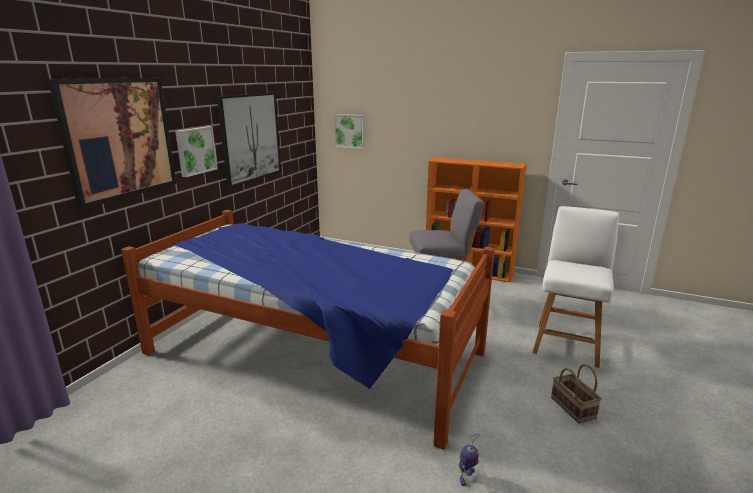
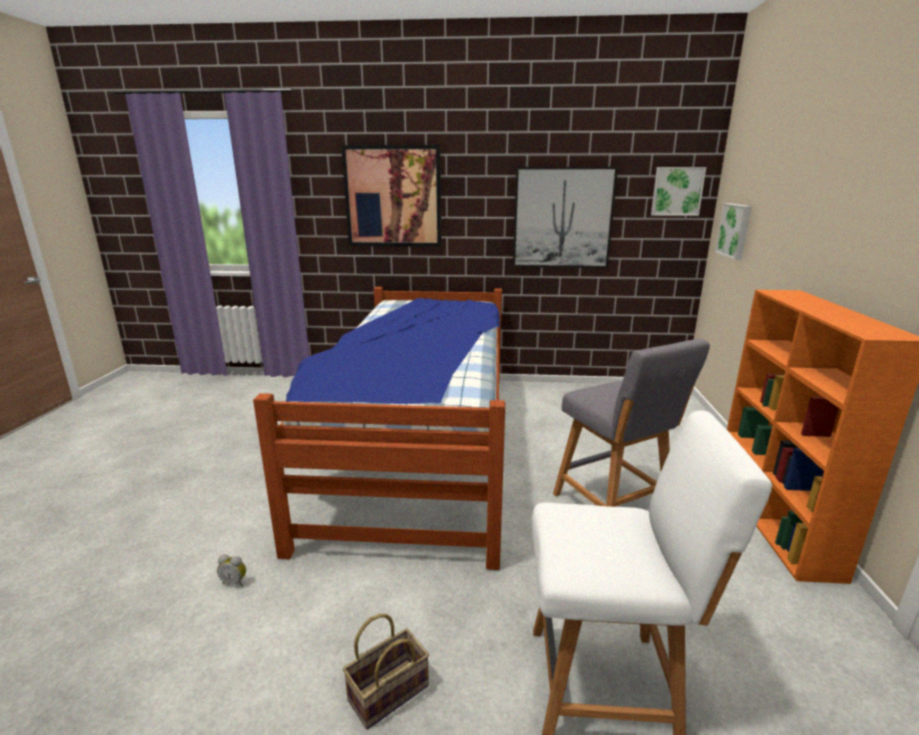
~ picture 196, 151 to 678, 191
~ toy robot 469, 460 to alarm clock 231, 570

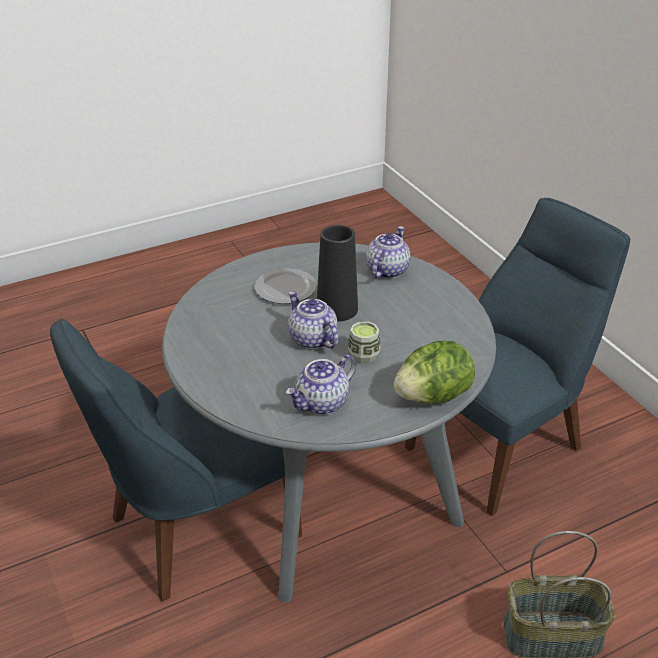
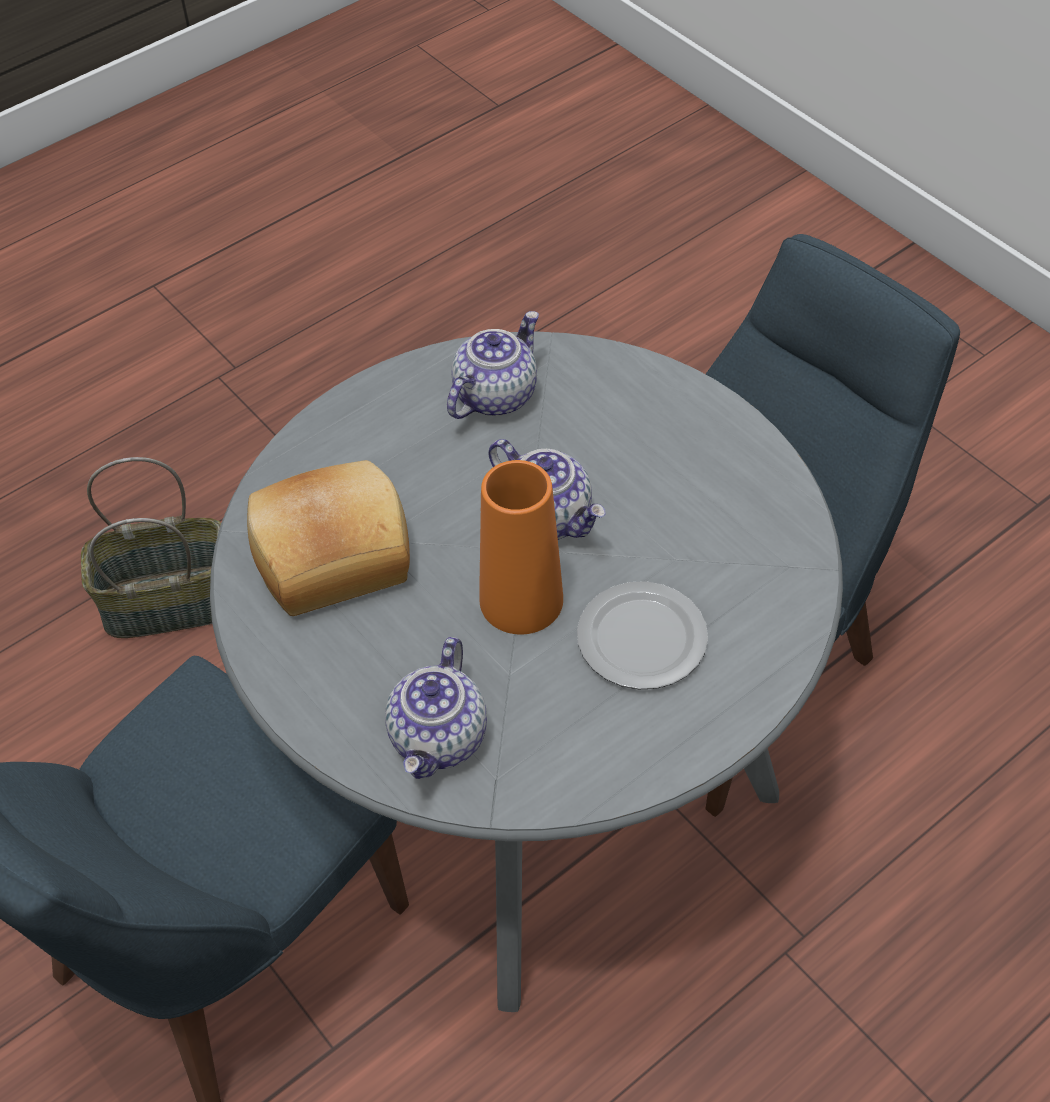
~ black vase 337, 273 to orange vase 521, 547
- cup 364, 342
- lettuce 434, 372
+ bread 328, 538

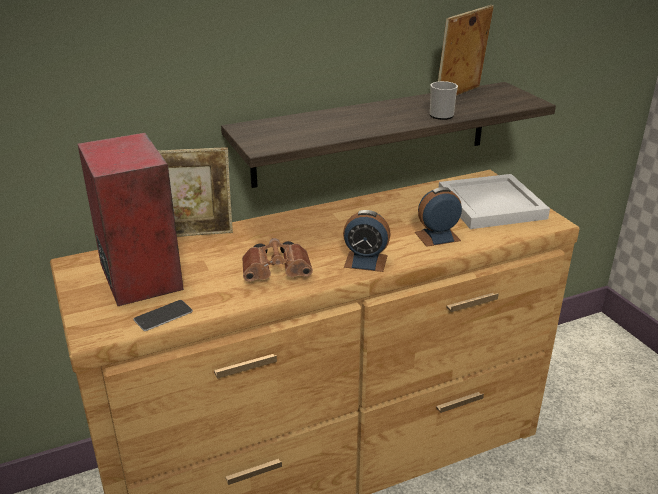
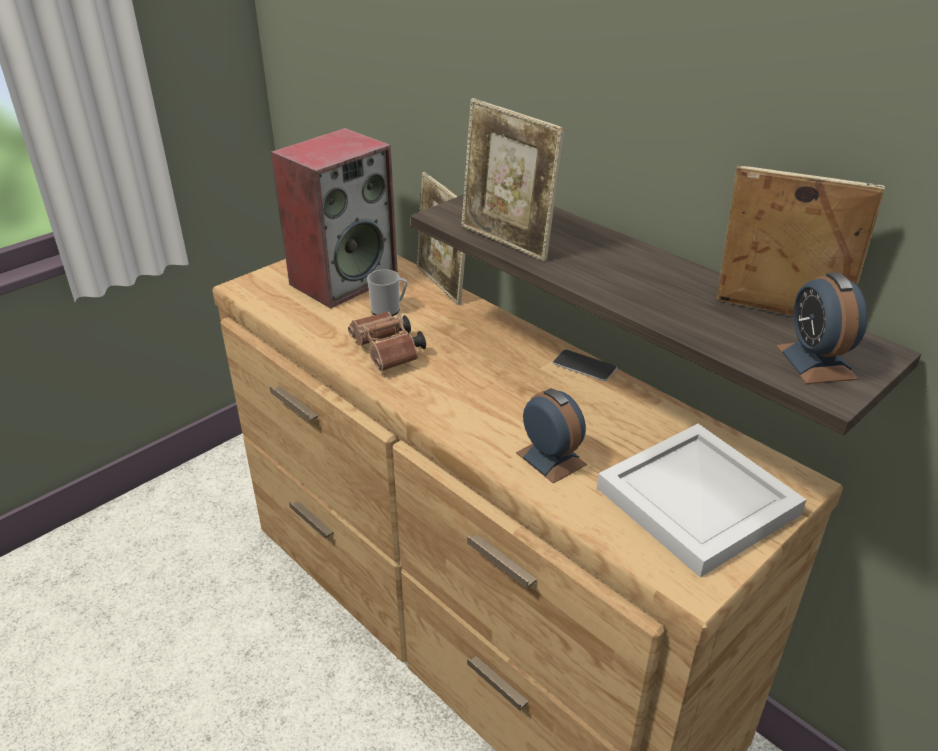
~ phone 163, 315 to 585, 365
~ alarm clock 367, 241 to 822, 328
~ mug 444, 100 to 387, 292
+ picture frame 513, 180

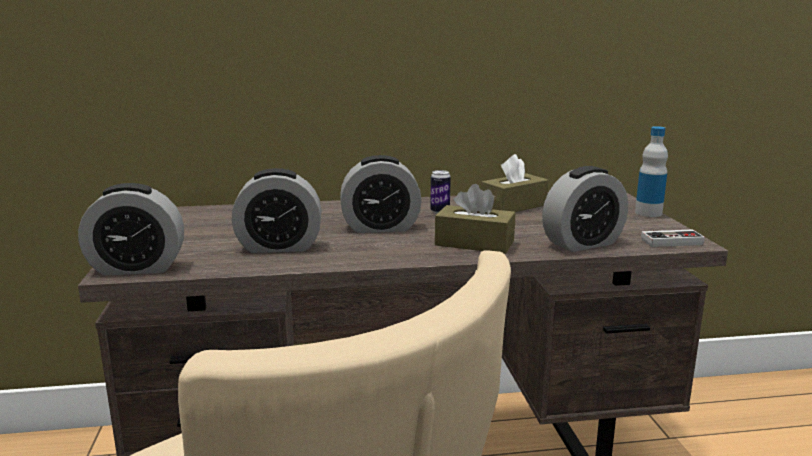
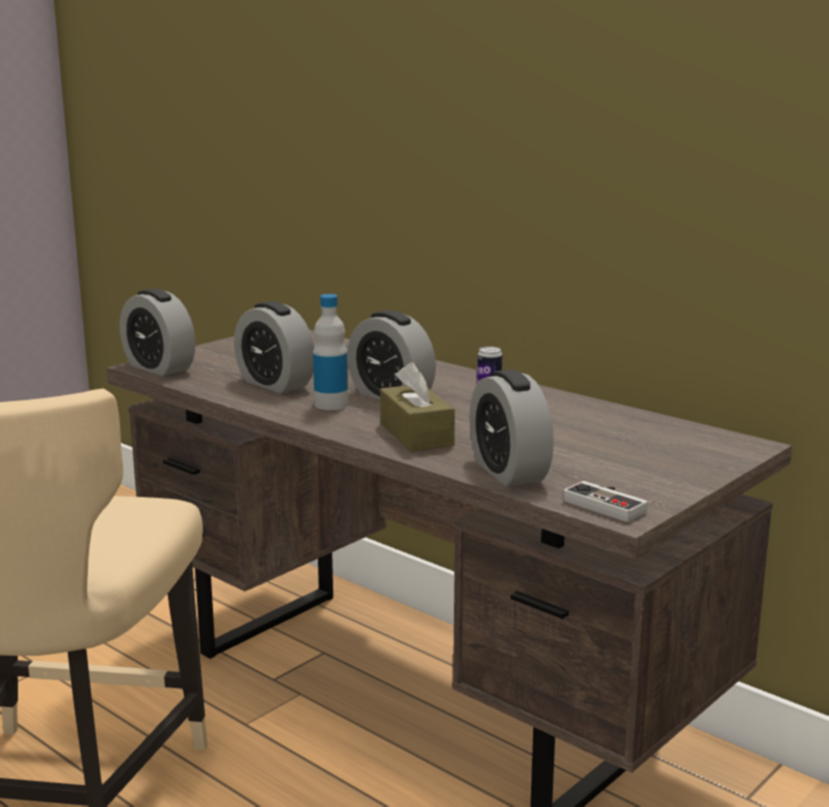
- brown tissue box 514, 183
~ alarm clock 585, 209 = 511, 427 45 degrees clockwise
~ bottle 651, 171 to 330, 352

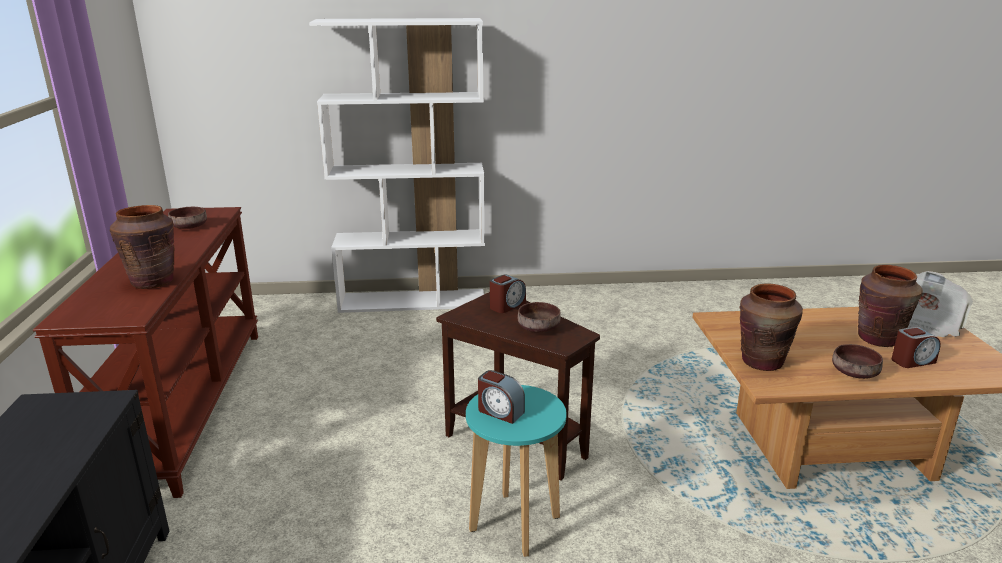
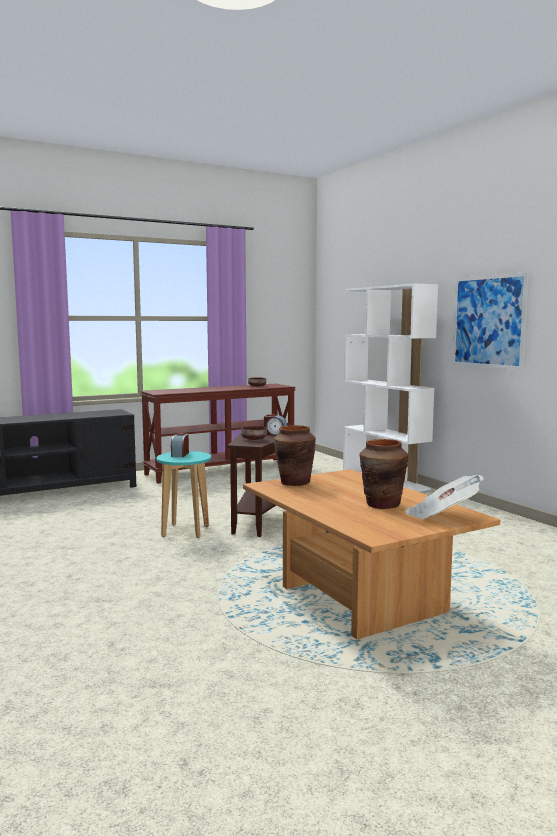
- brown vase 141, 247
- brown bowl 857, 361
- alarm clock 916, 347
+ picture 490, 321

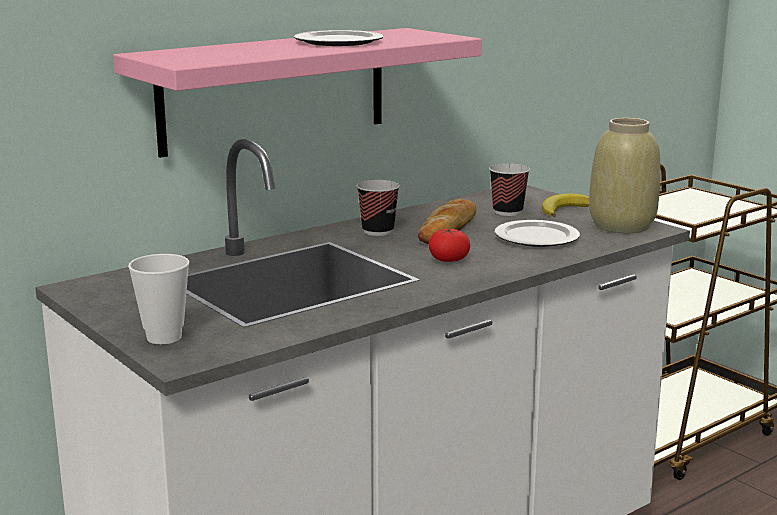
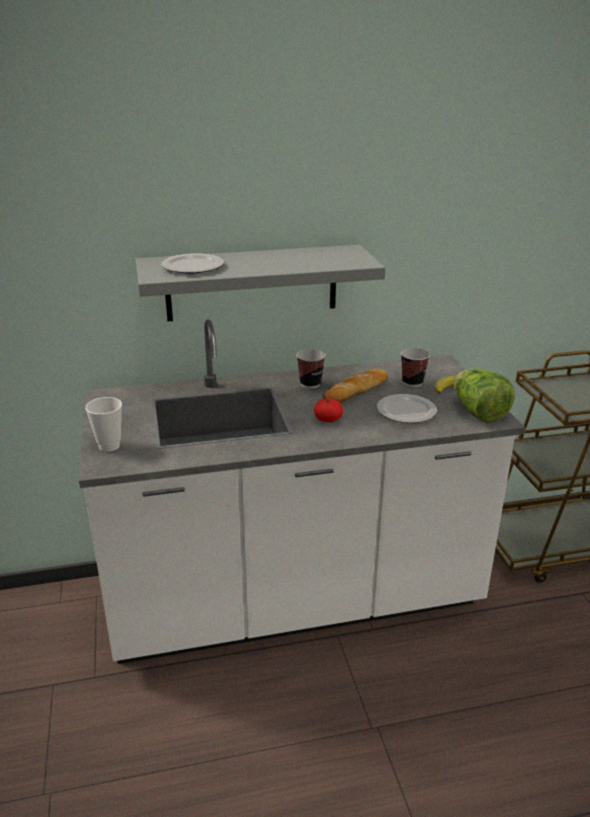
~ pink shelf 297, 93 to grey shelf 260, 283
~ plate 339, 38 to 192, 263
~ beige vase 625, 175 to lettuce 483, 396

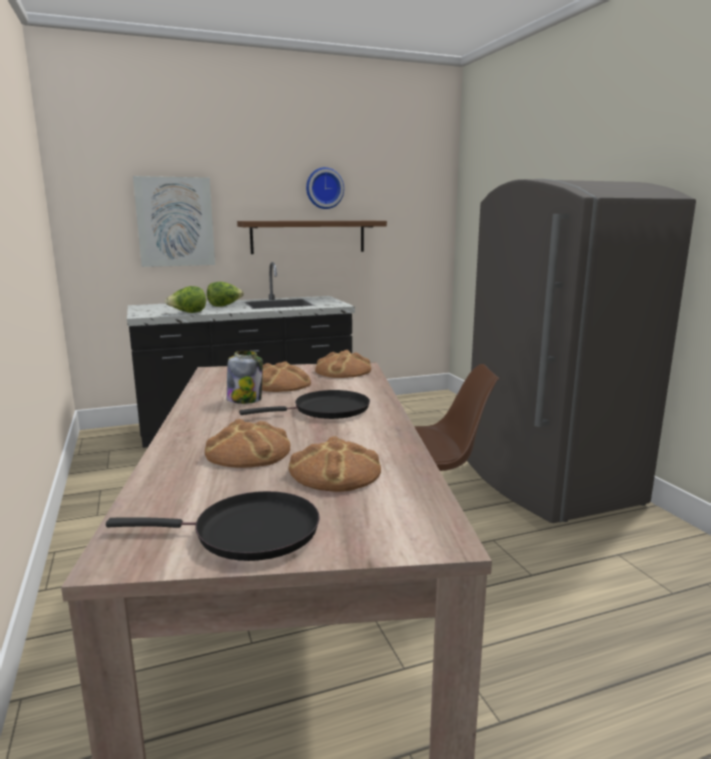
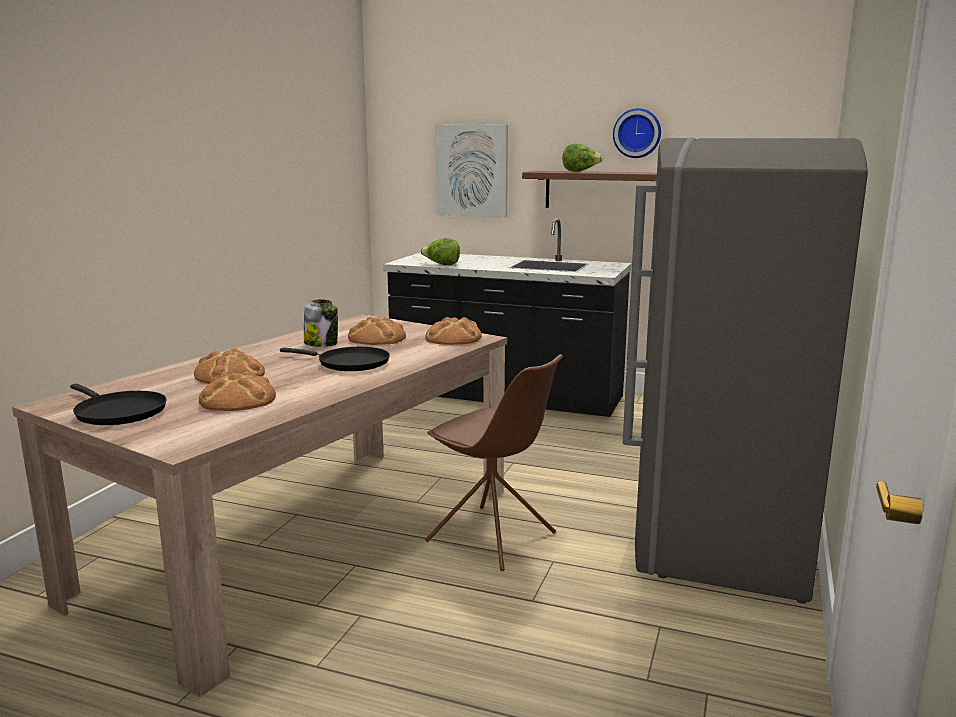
~ lettuce 225, 294 to 583, 158

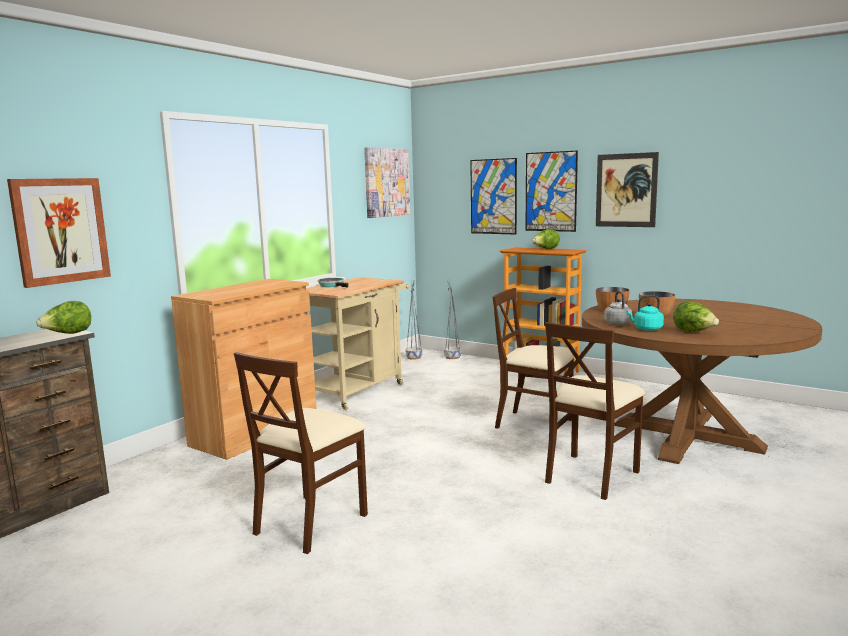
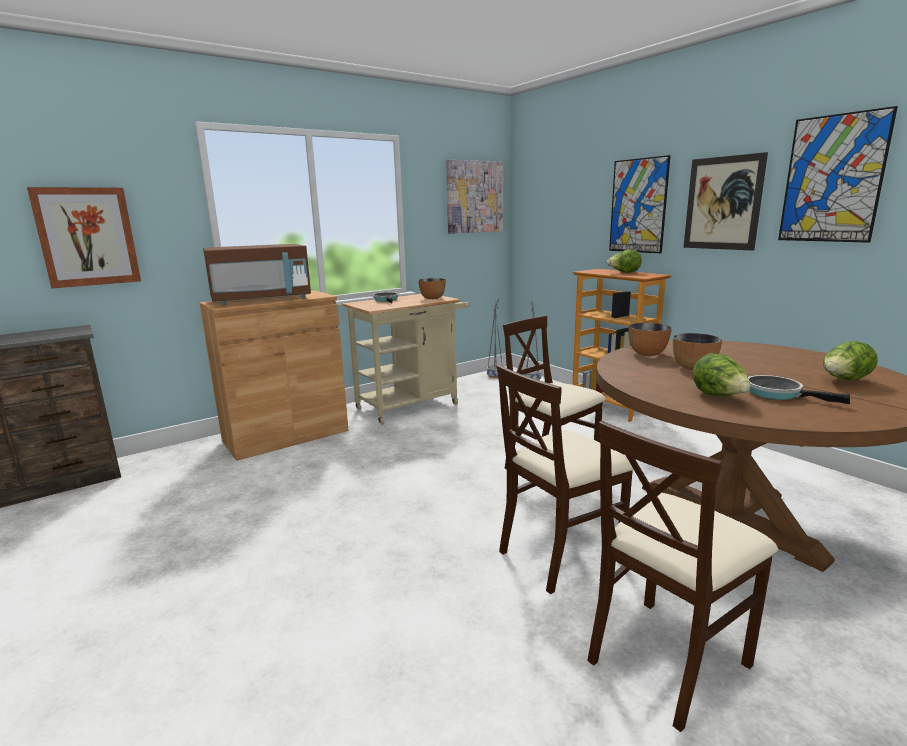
~ lettuce 63, 317 to 850, 360
~ beige chair 301, 453 to 682, 576
~ picture 493, 196 to 838, 174
- grey kettle 618, 308
- turquoise kettle 645, 313
+ brown microwave 257, 274
+ bowl 432, 289
+ frying pan 799, 389

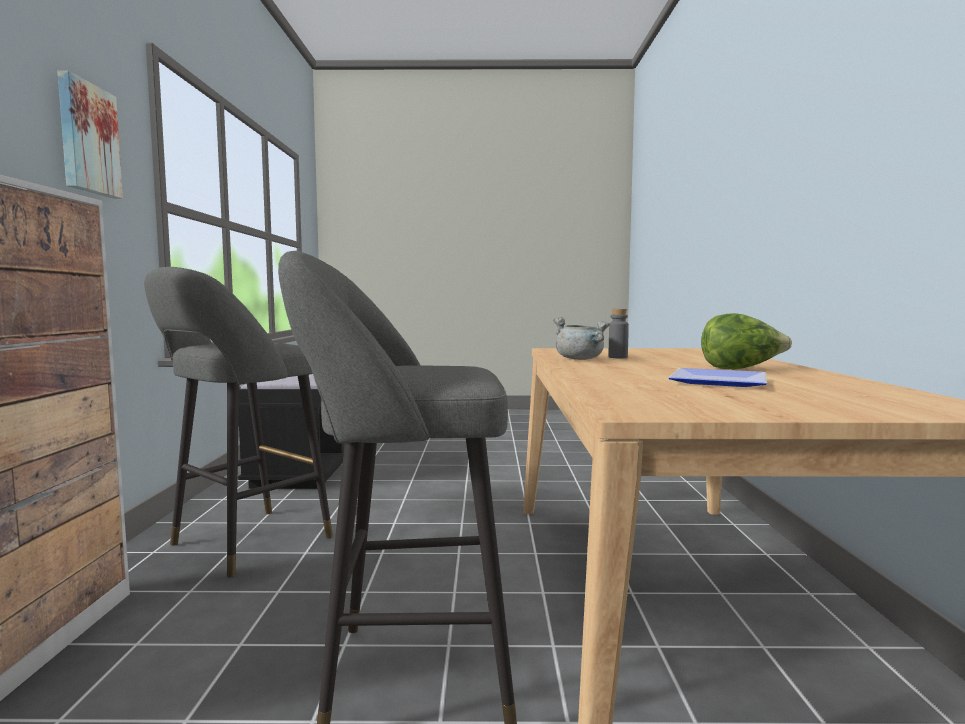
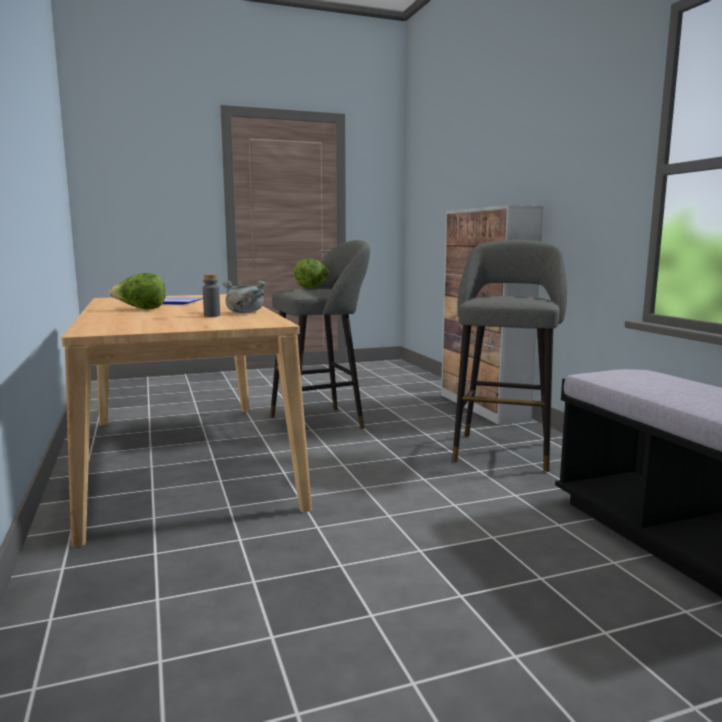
- picture 90, 135
+ lettuce 311, 273

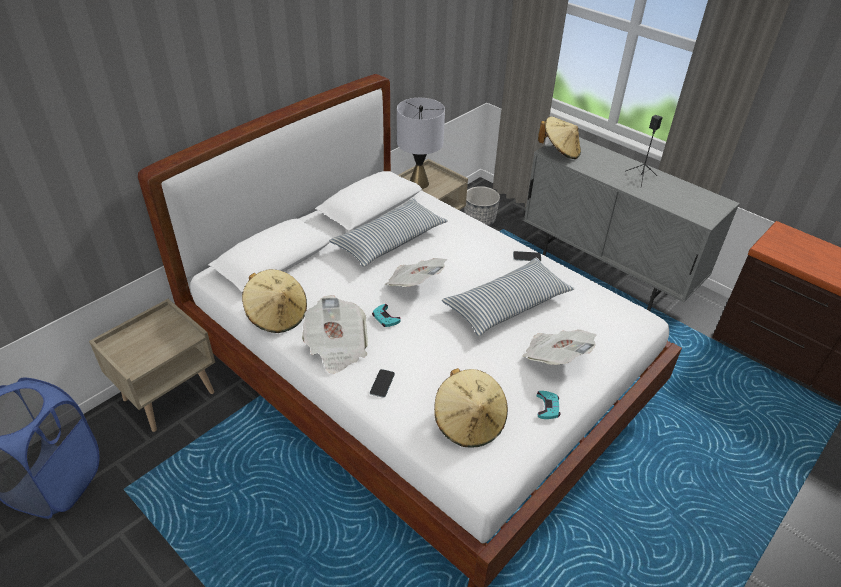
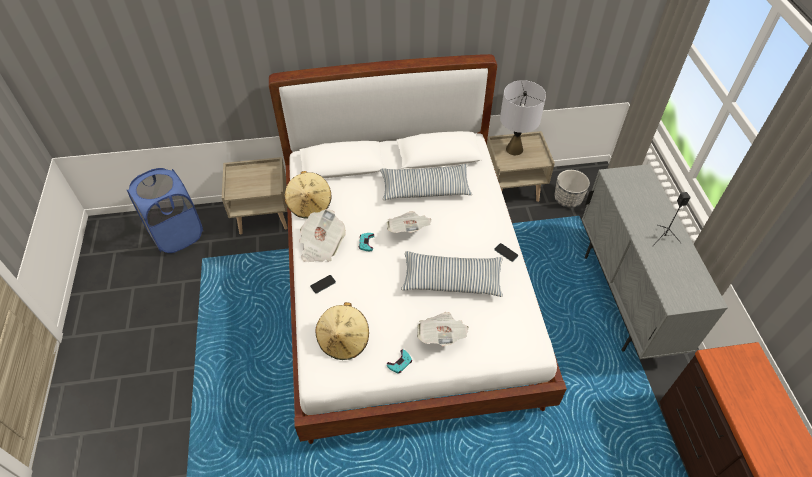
- beige hat 559, 138

